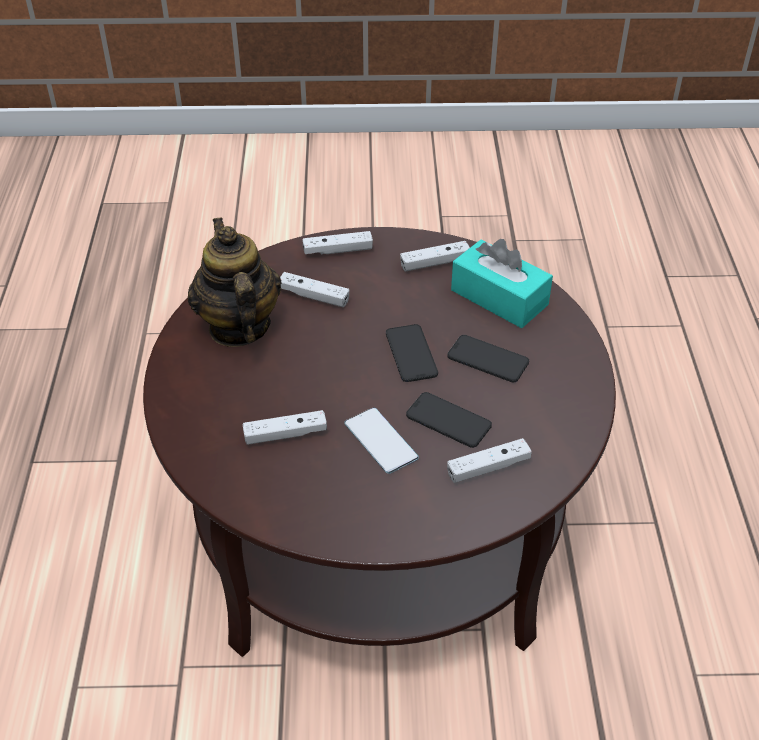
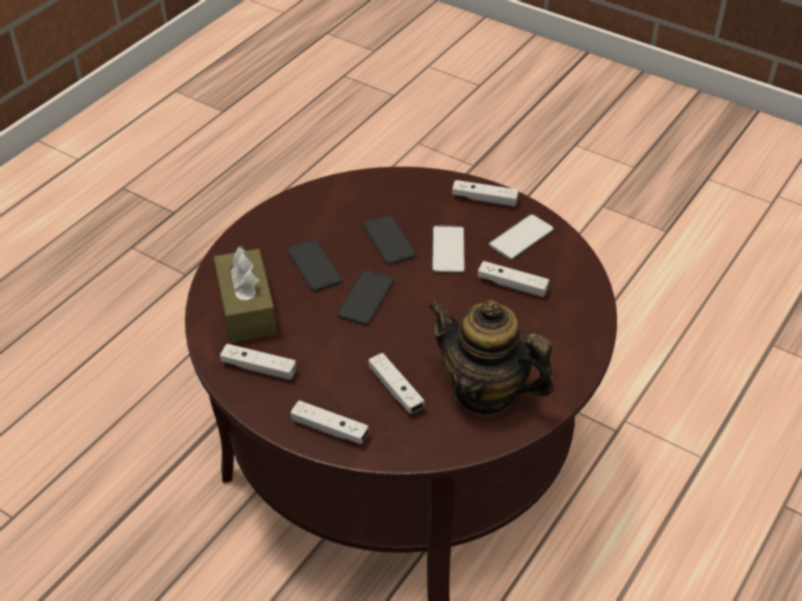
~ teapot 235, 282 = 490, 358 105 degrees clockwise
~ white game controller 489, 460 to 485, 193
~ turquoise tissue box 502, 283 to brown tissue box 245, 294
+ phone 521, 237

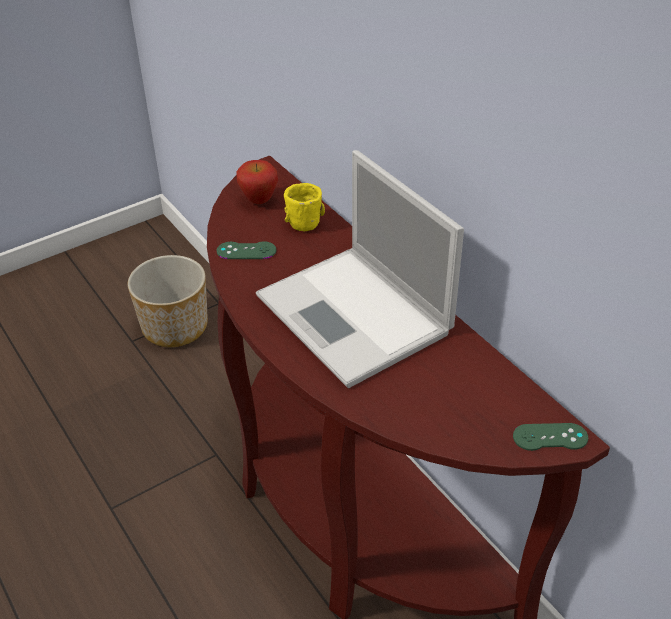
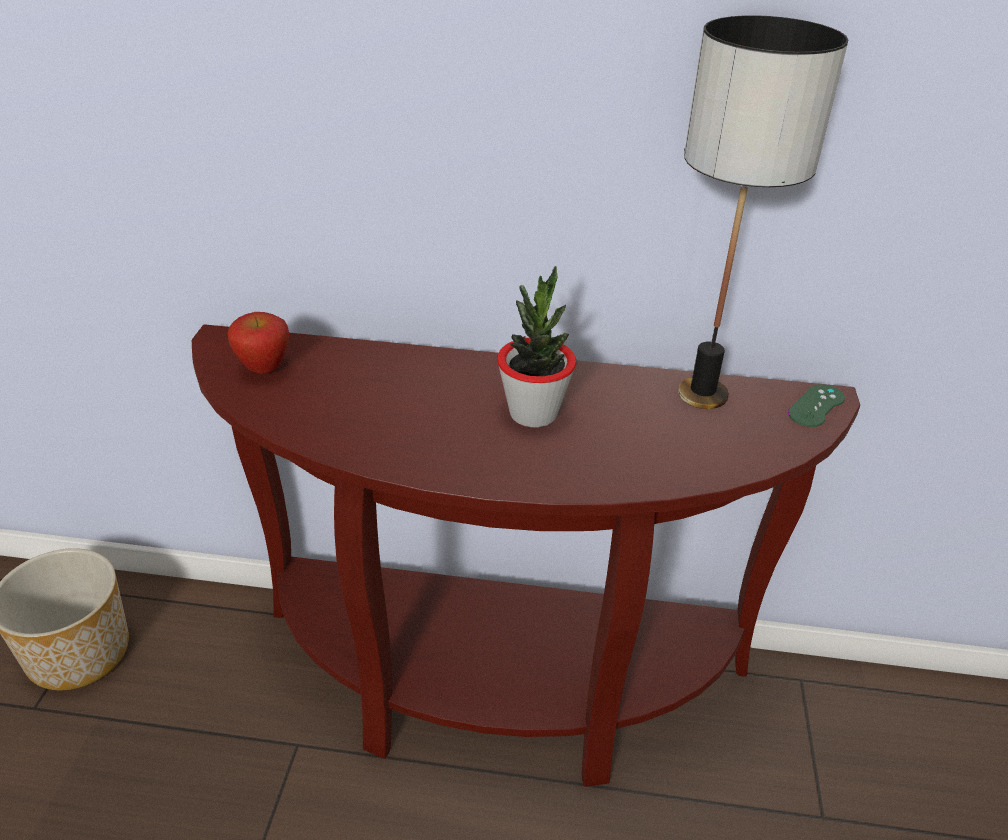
- green game controller 246, 250
~ laptop 360, 269 to potted plant 536, 346
- yellow mug 304, 207
+ table lamp 763, 212

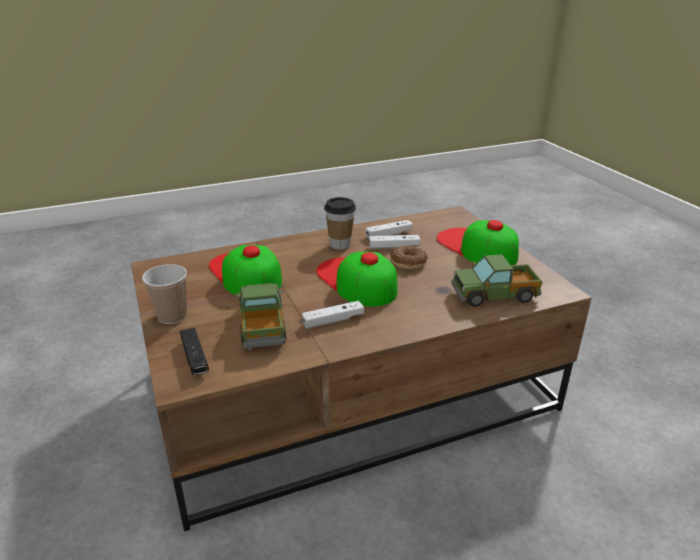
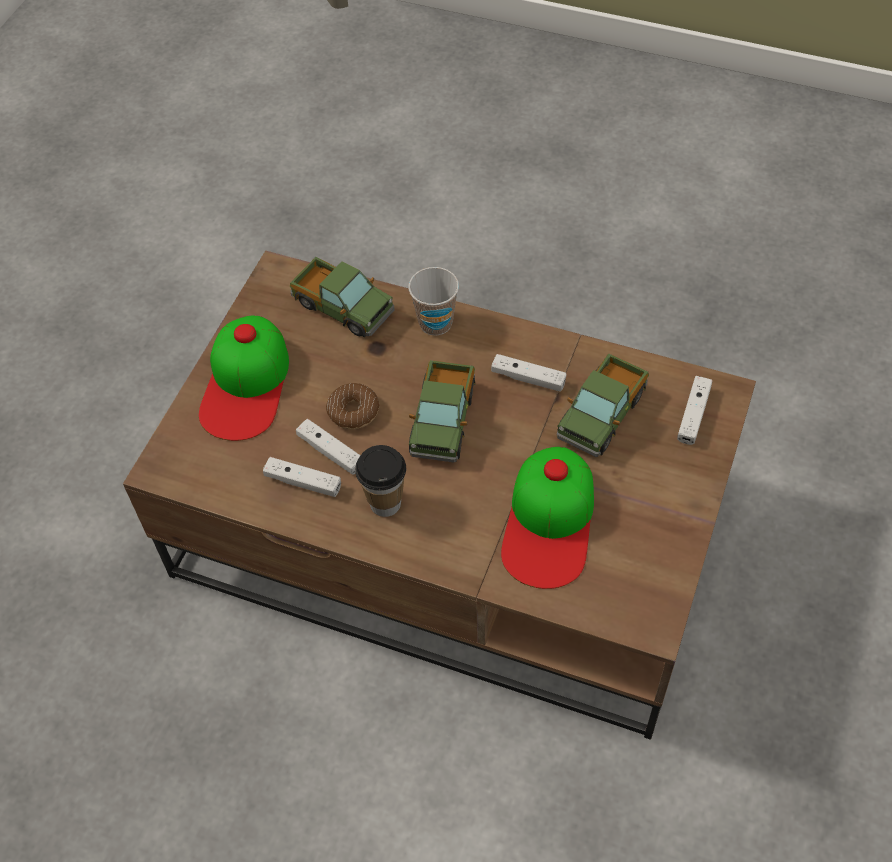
~ cup 164, 294 to 433, 301
~ black game controller 194, 351 to white game controller 694, 410
~ cap 356, 279 to toy truck 442, 411

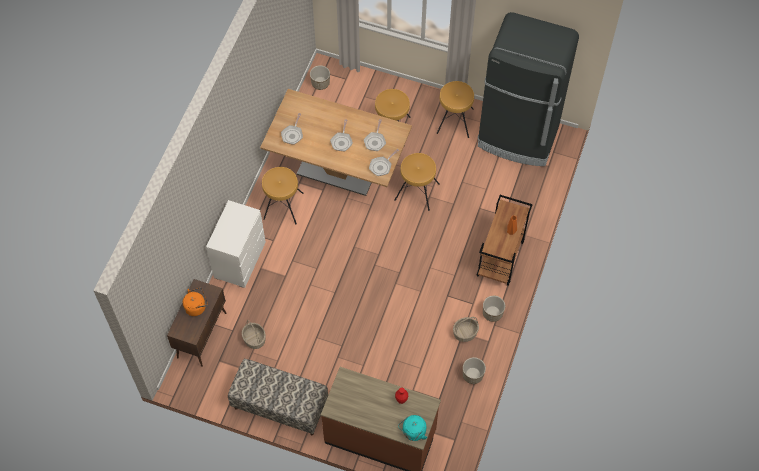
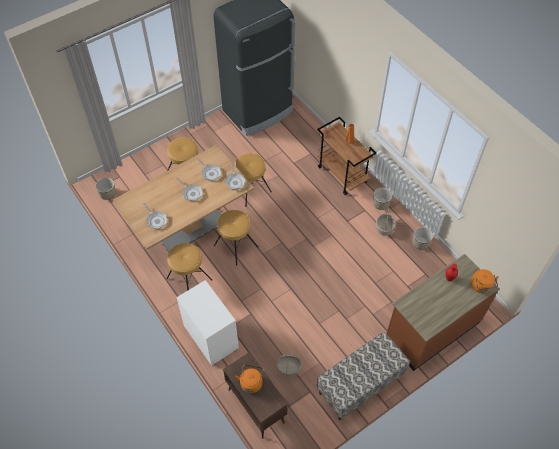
~ turquoise kettle 412, 428 to orange kettle 485, 281
~ brown stool 455, 109 to 236, 238

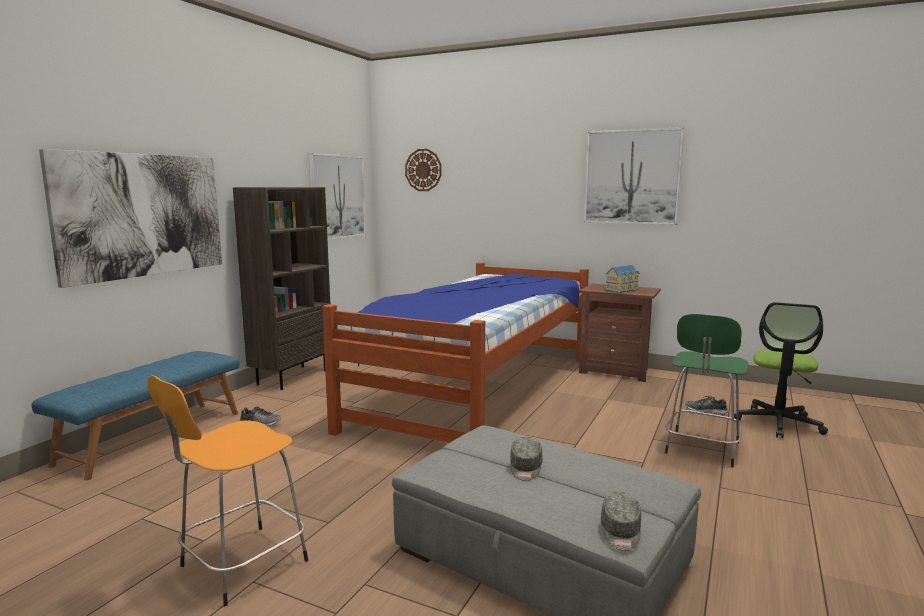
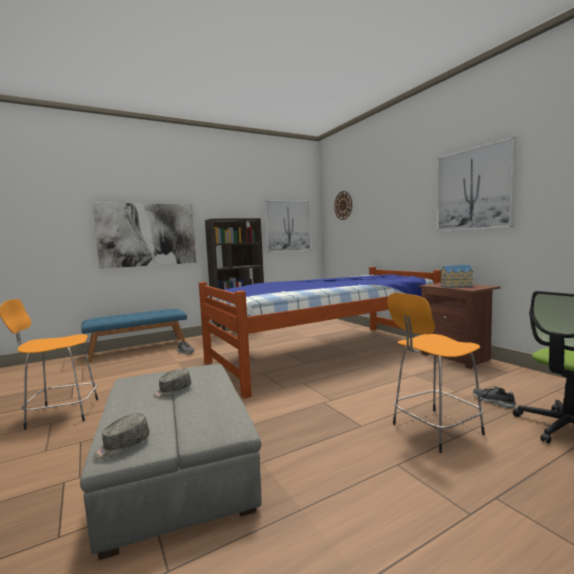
~ green stool 706, 390 to orange stool 436, 373

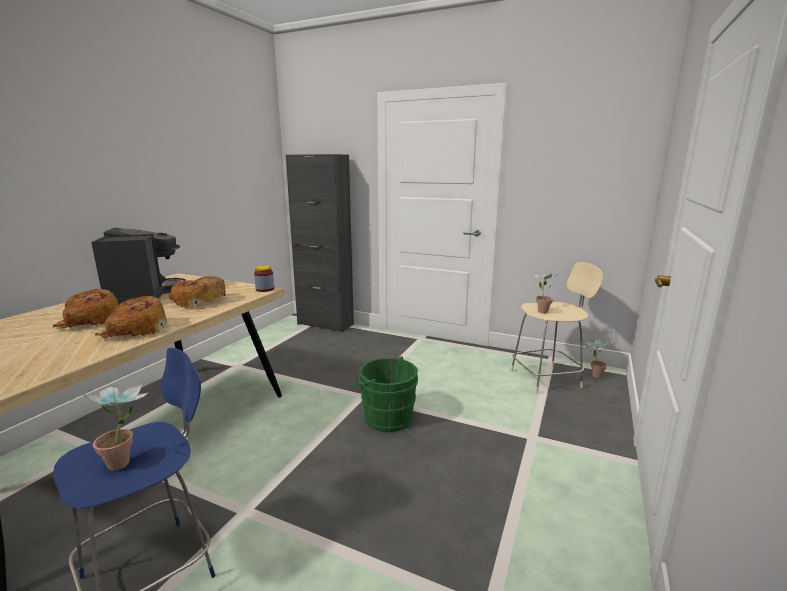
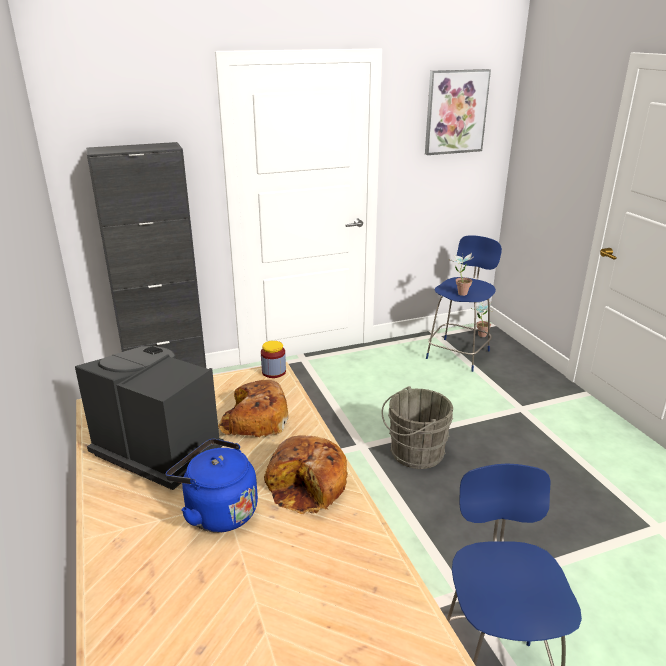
~ bread 85, 308 to blue kettle 212, 485
- potted plant 115, 427
~ green bucket 384, 394 to grey bucket 417, 427
~ beige stool 557, 328 to blue stool 464, 303
+ picture 458, 112

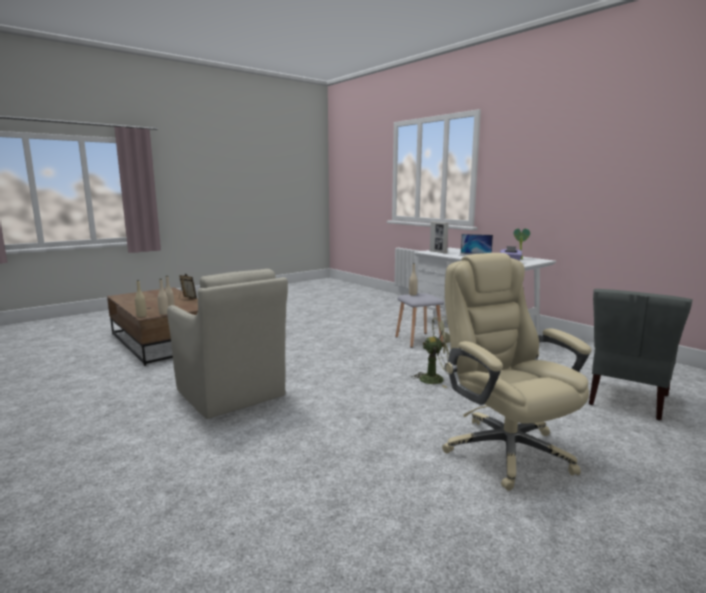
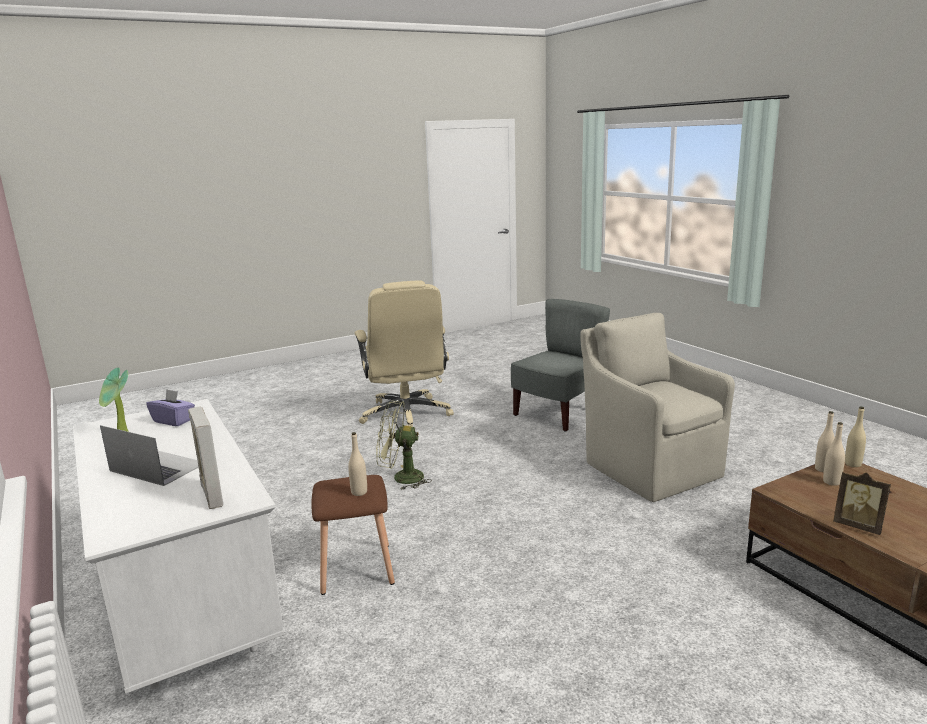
~ grey stool 419, 320 to brown stool 353, 535
~ grey chair 641, 355 to 560, 365

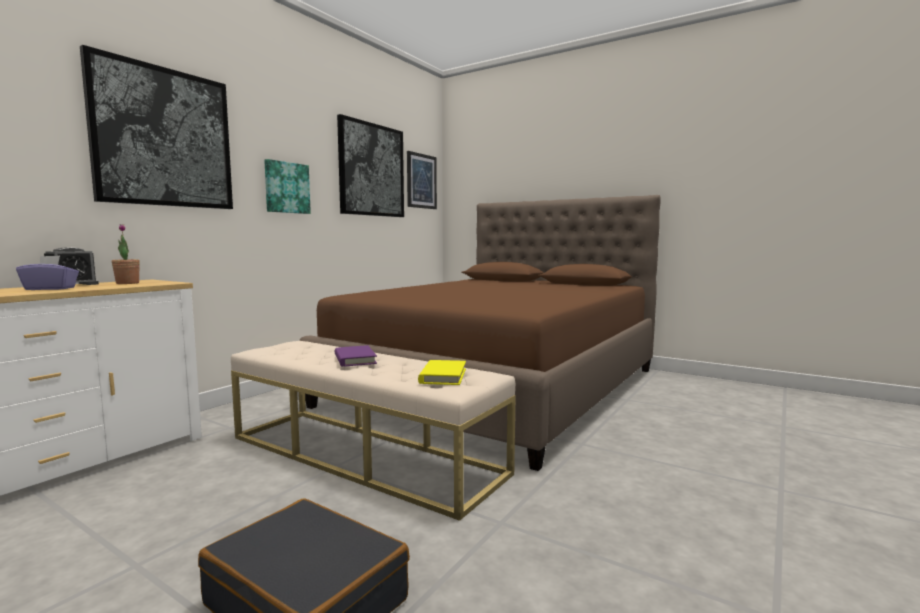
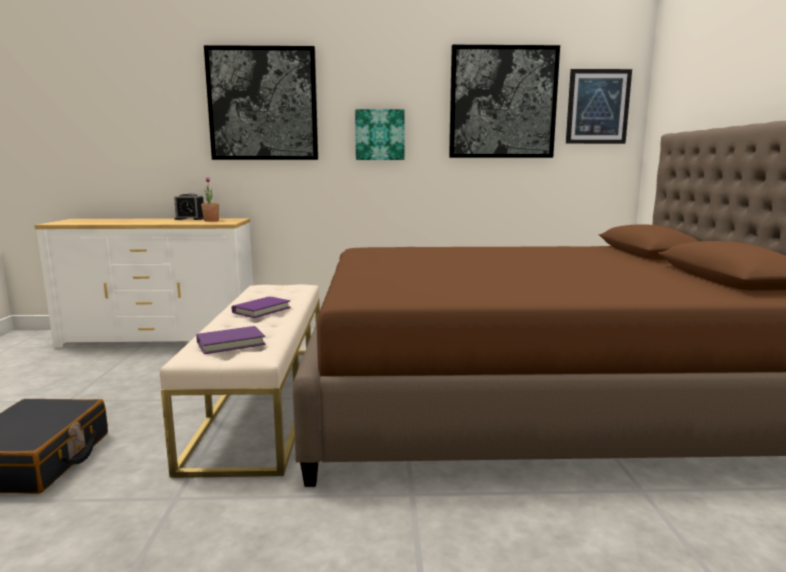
- purple tissue box 47, 273
~ yellow book 442, 372 to purple book 231, 340

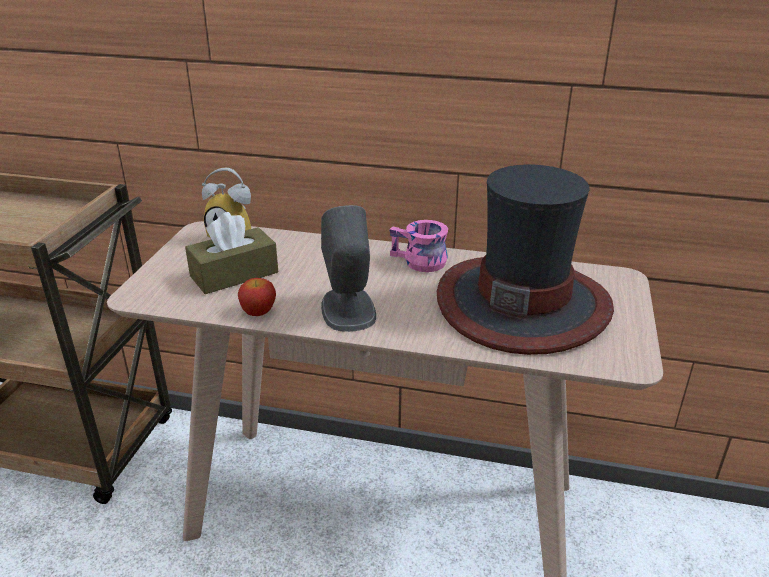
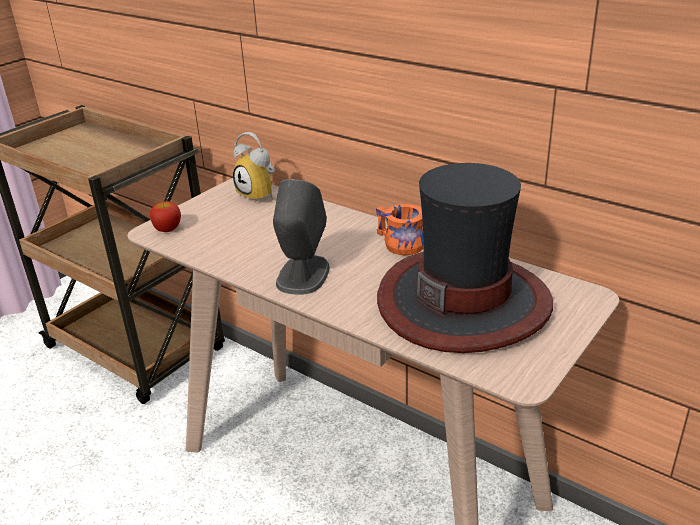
- brown tissue box 231, 253
~ apple 257, 297 to 165, 216
~ pink mug 418, 246 to orange mug 400, 229

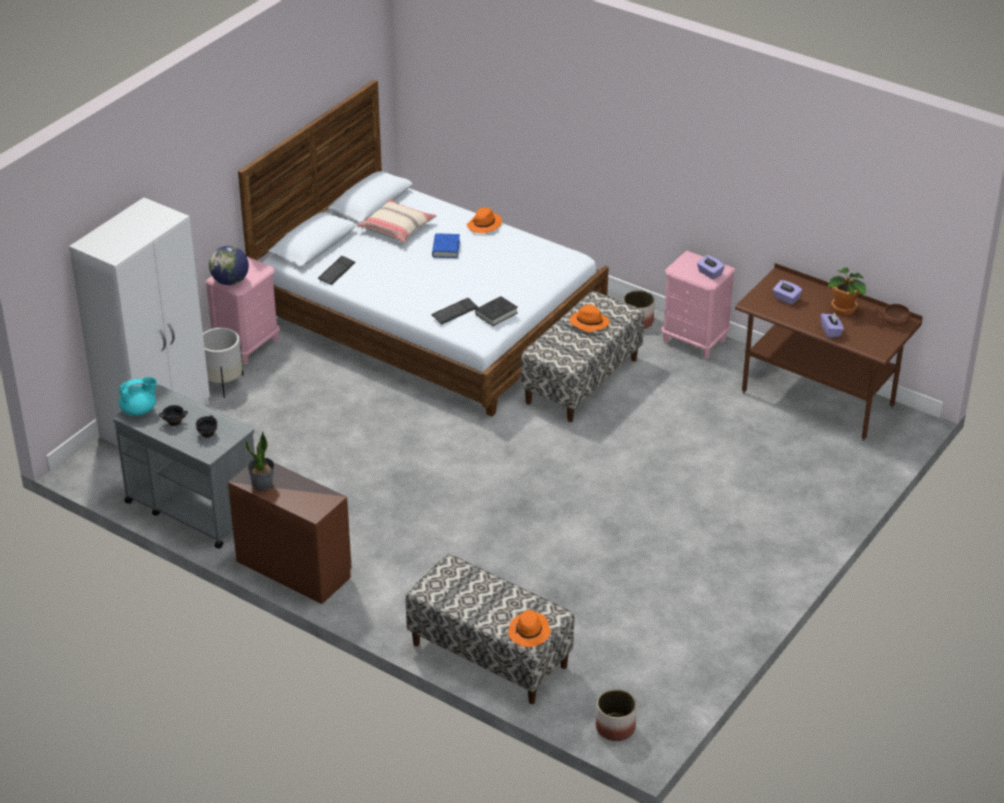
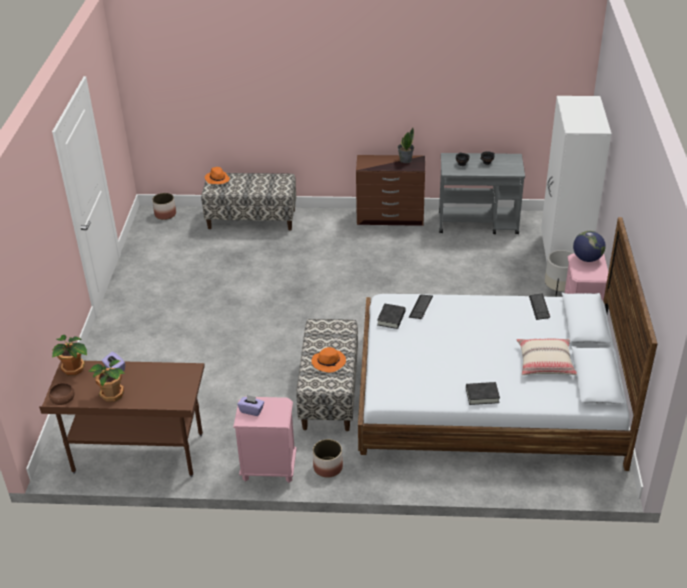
- turquoise teapot 138, 396
- blue book 446, 245
~ orange hat 484, 220 to black book 483, 393
- purple tissue box 787, 292
+ potted plant 69, 355

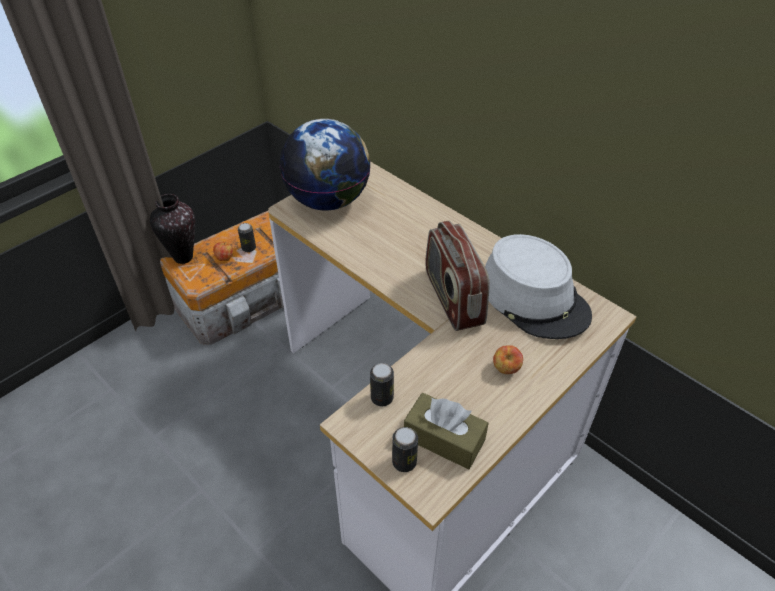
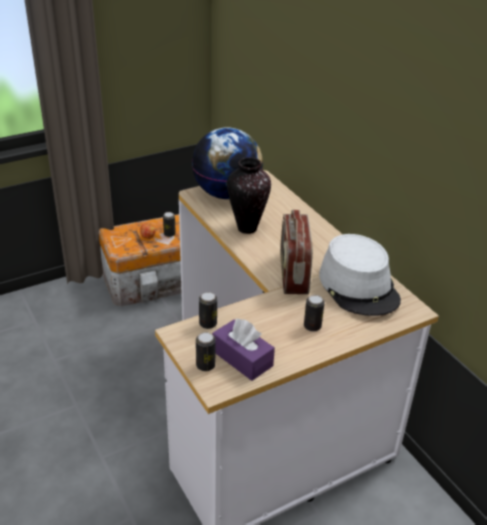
~ vase 172, 229 to 249, 195
~ brown tissue box 446, 431 to purple tissue box 243, 349
~ apple 508, 359 to can 314, 313

